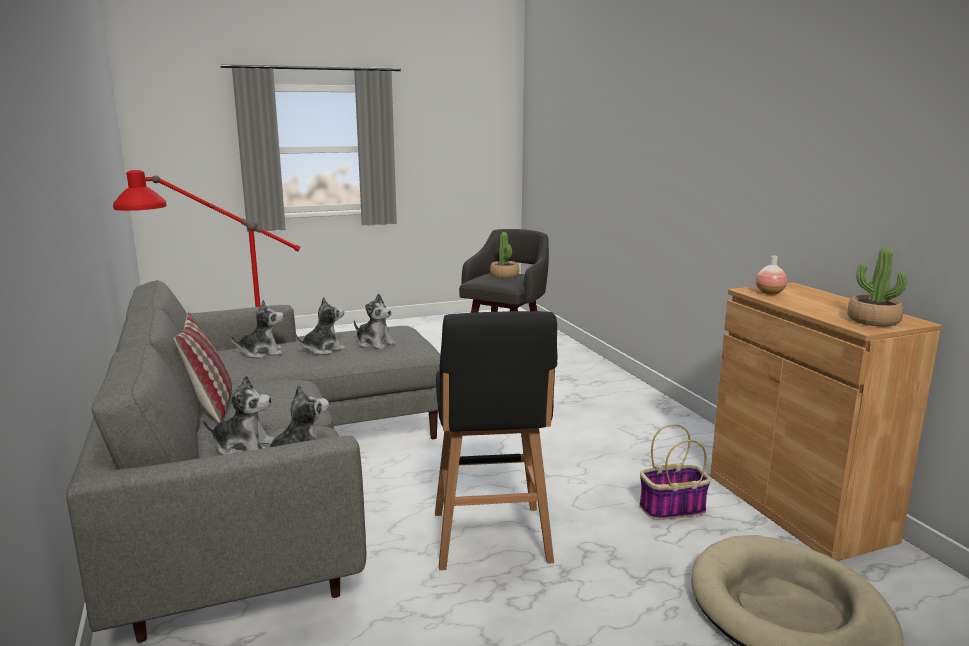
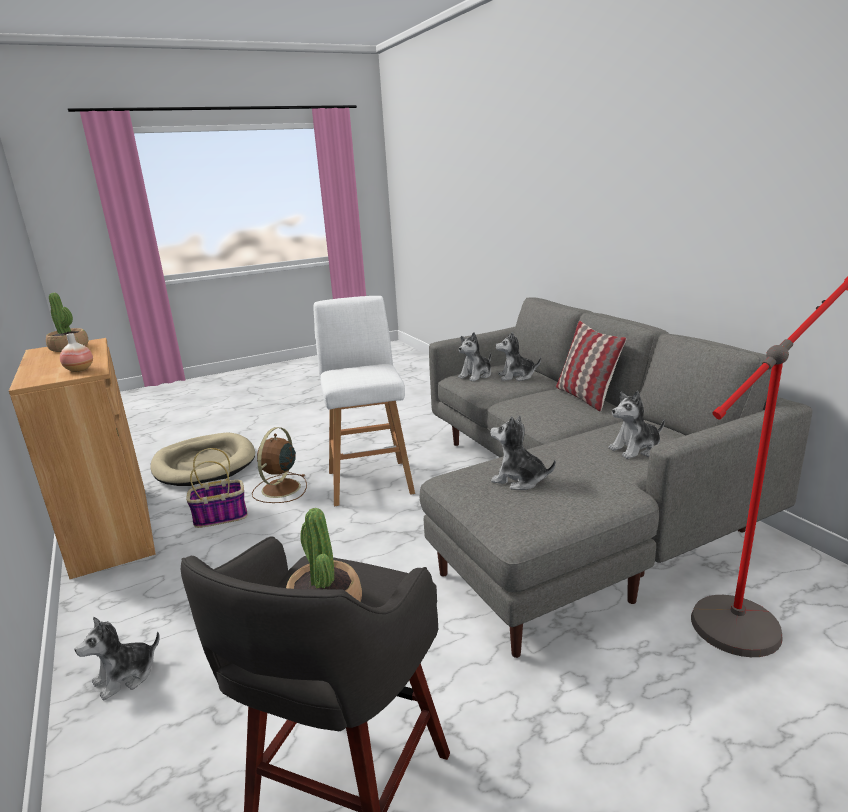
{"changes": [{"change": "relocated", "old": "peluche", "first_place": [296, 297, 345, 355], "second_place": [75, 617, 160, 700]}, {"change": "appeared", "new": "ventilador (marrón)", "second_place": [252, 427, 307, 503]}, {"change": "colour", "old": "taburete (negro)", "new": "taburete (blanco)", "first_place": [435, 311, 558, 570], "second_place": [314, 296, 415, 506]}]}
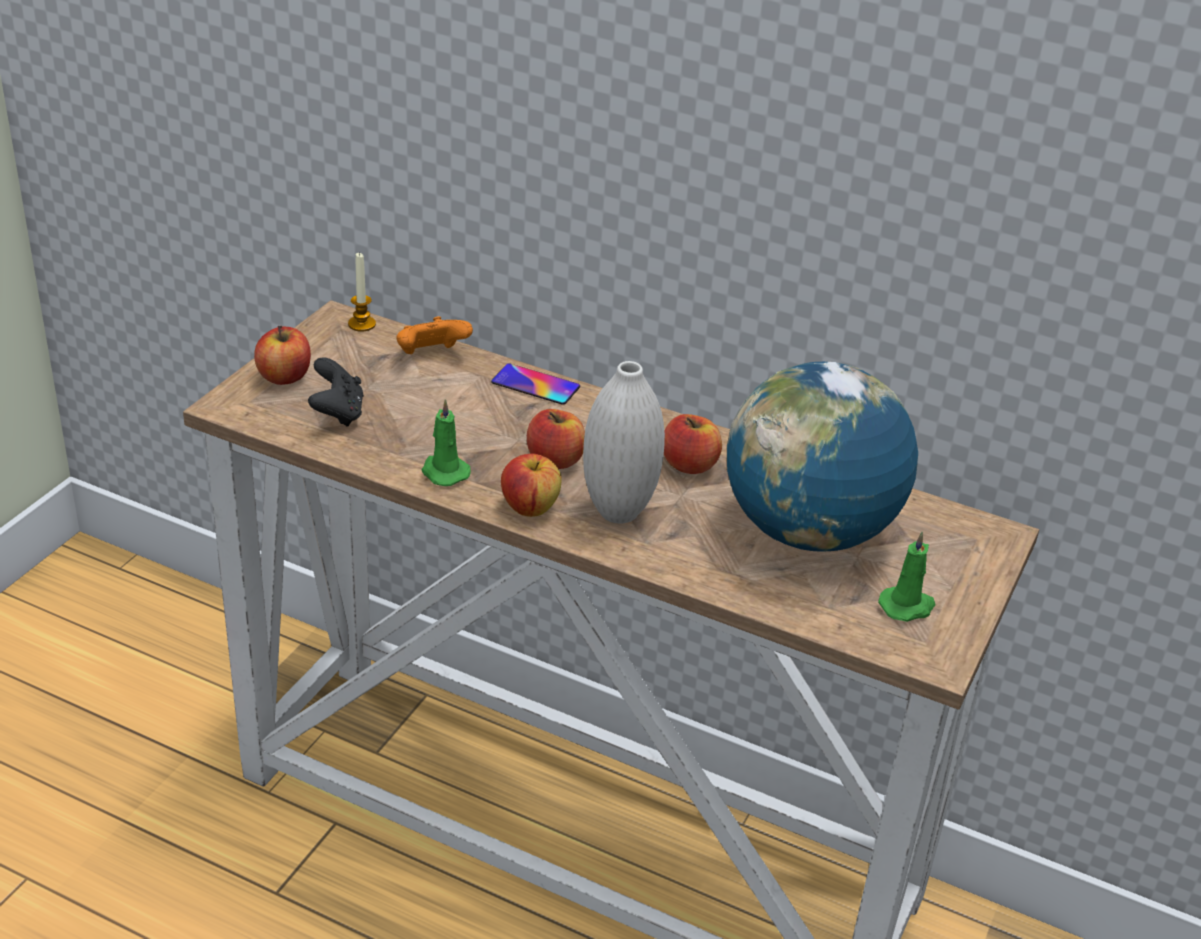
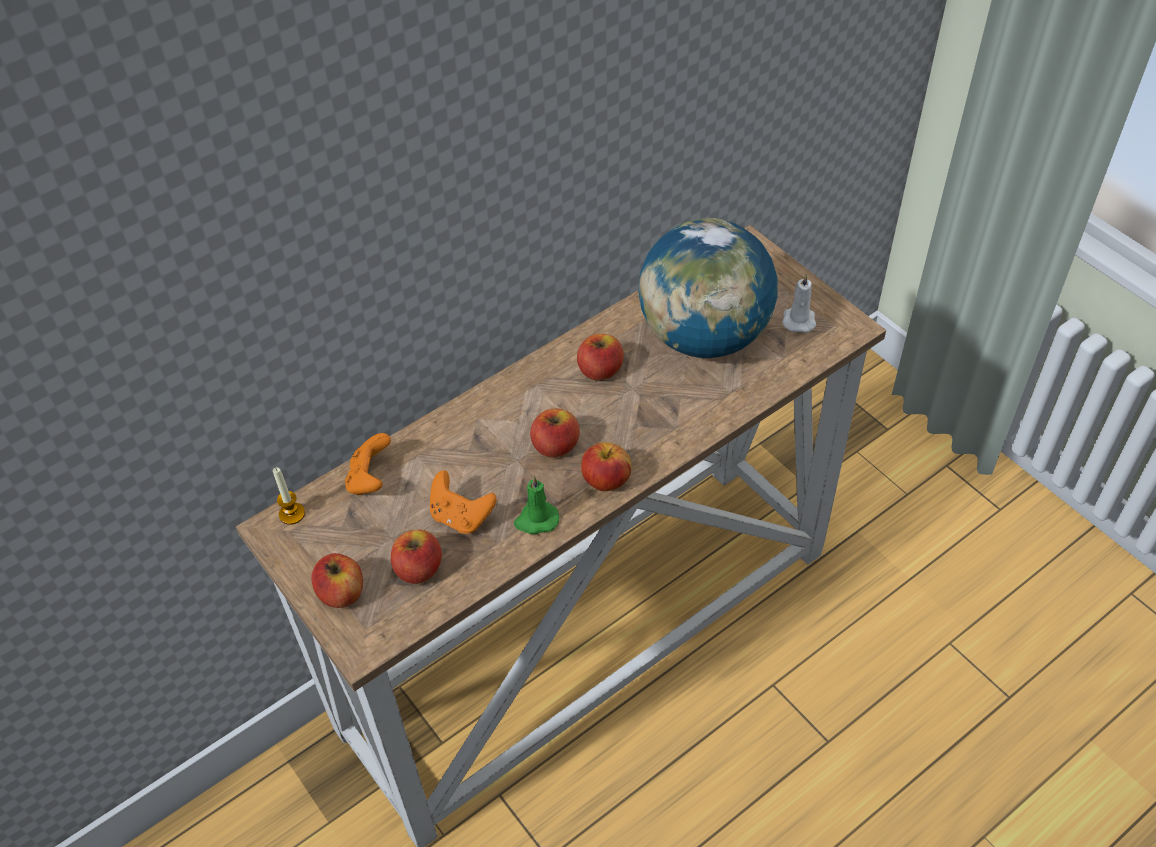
{"changes": [{"change": "exchanged", "old": "mando de consola (negro)", "new": "manzana", "first_place": [308, 357, 364, 427], "second_place": [391, 529, 442, 584]}, {"change": "appeared", "new": "mando de consola (naranja)", "second_place": [430, 470, 497, 534]}, {"change": "colour", "old": "vela (verde)", "new": "vela (blanco)", "first_place": [878, 531, 936, 622], "second_place": [782, 274, 816, 333]}, {"change": "missing", "old": "móvil", "first_place": [491, 363, 580, 405]}, {"change": "missing", "old": "florero (blanco)", "first_place": [583, 361, 665, 524]}]}
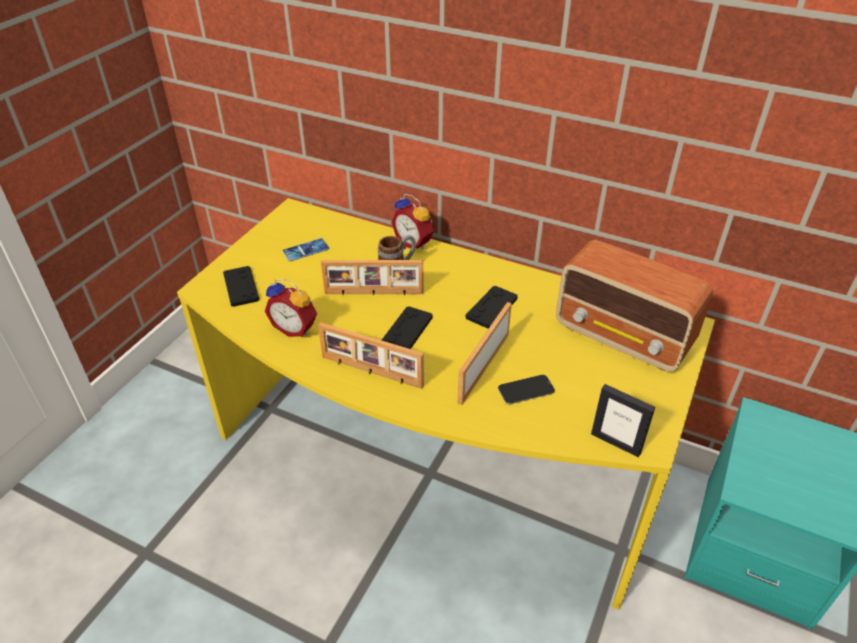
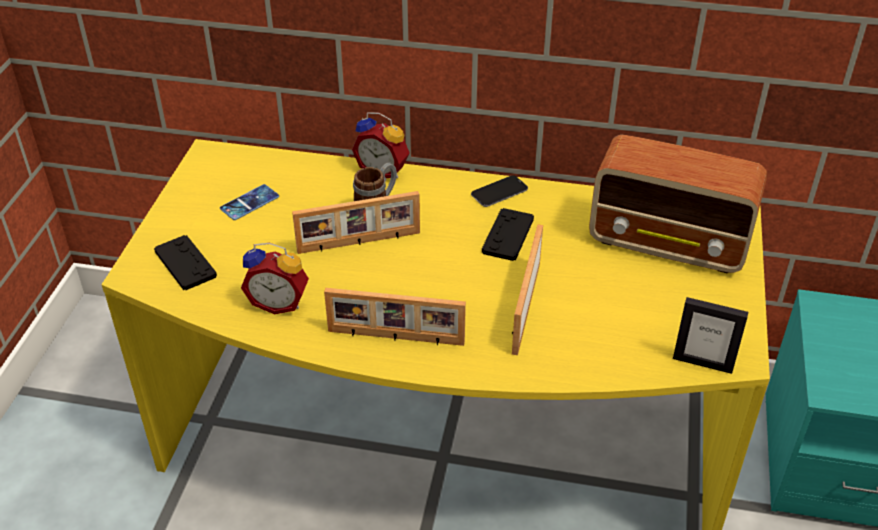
{"changes": [{"change": "relocated", "old": "móvil", "first_place": [498, 375, 555, 404], "second_place": [471, 175, 528, 207]}, {"change": "missing", "old": "mando de consola (negro)", "first_place": [382, 306, 433, 349]}]}
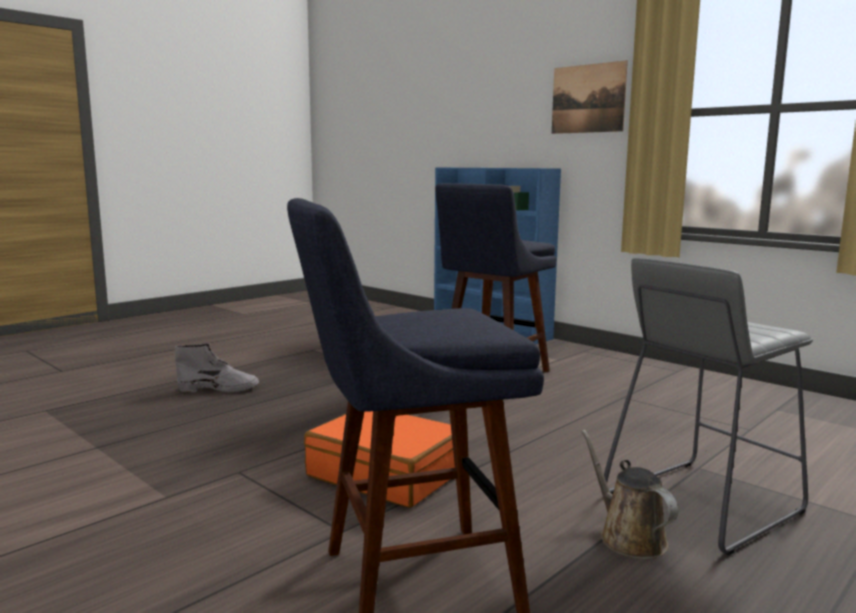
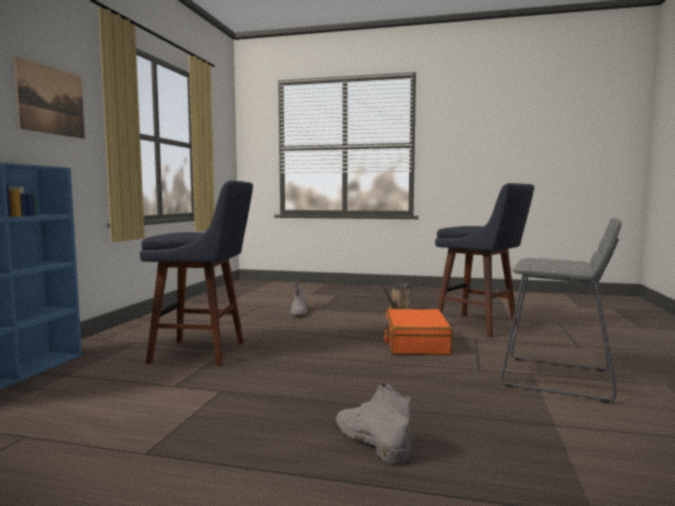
{"changes": [{"change": "appeared", "new": "bota (gris)", "second_place": [290, 280, 307, 315]}, {"change": "relocated", "old": "taburete (gris)", "first_place": [604, 258, 813, 556], "second_place": [501, 218, 621, 403]}]}
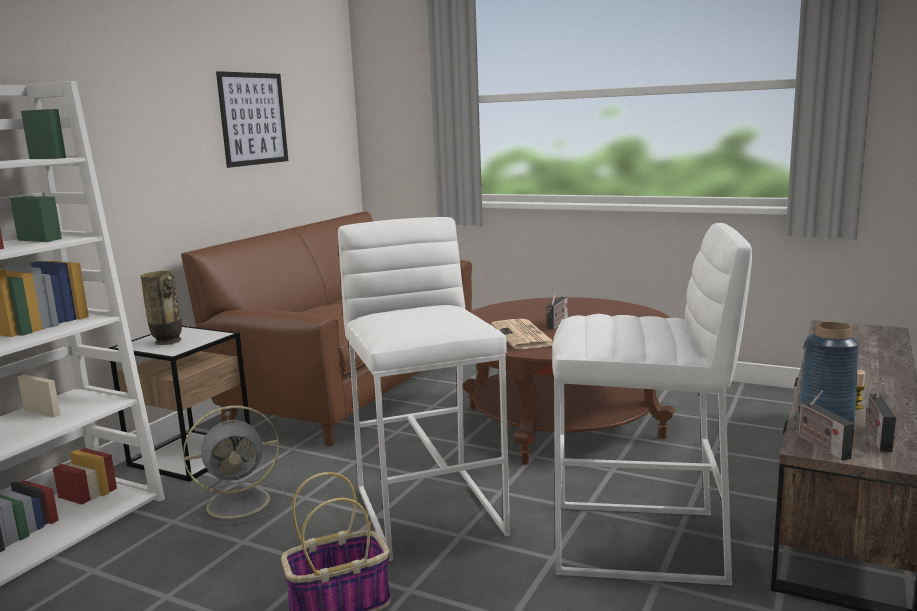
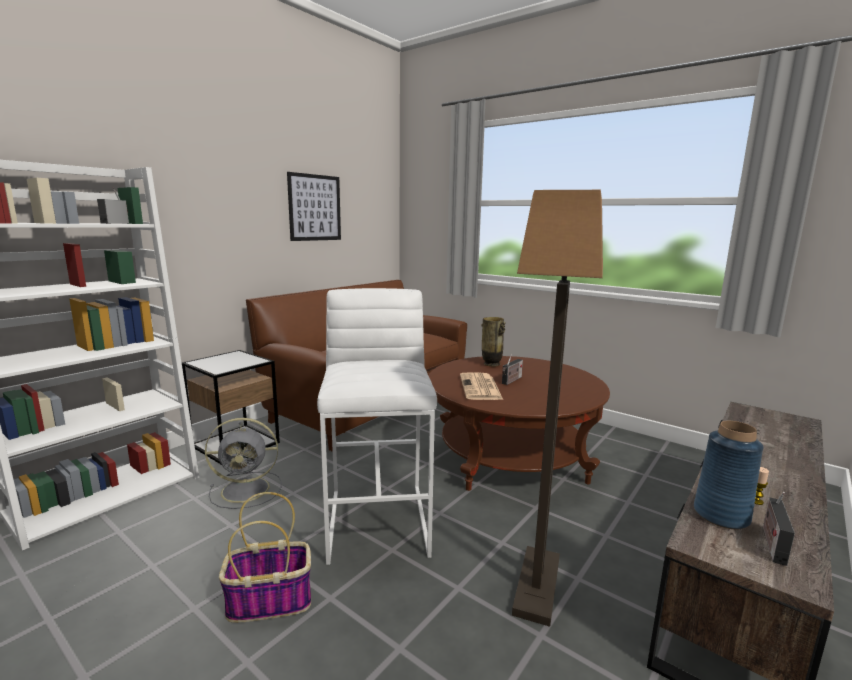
{"changes": [{"change": "relocated", "old": "radio", "first_place": [798, 390, 854, 461], "second_place": [97, 187, 129, 224]}, {"change": "relocated", "old": "florero", "first_place": [141, 270, 182, 345], "second_place": [481, 317, 505, 366]}, {"change": "exchanged", "old": "taburete (blanco)", "new": "lámpara de pie", "first_place": [552, 223, 752, 585], "second_place": [512, 190, 603, 627]}]}
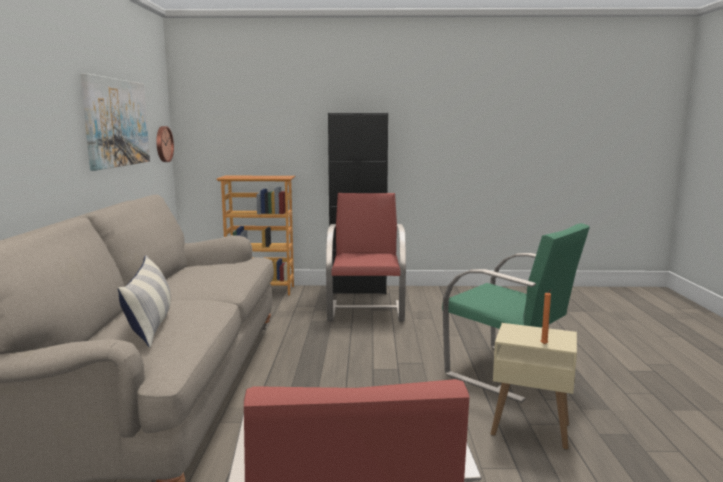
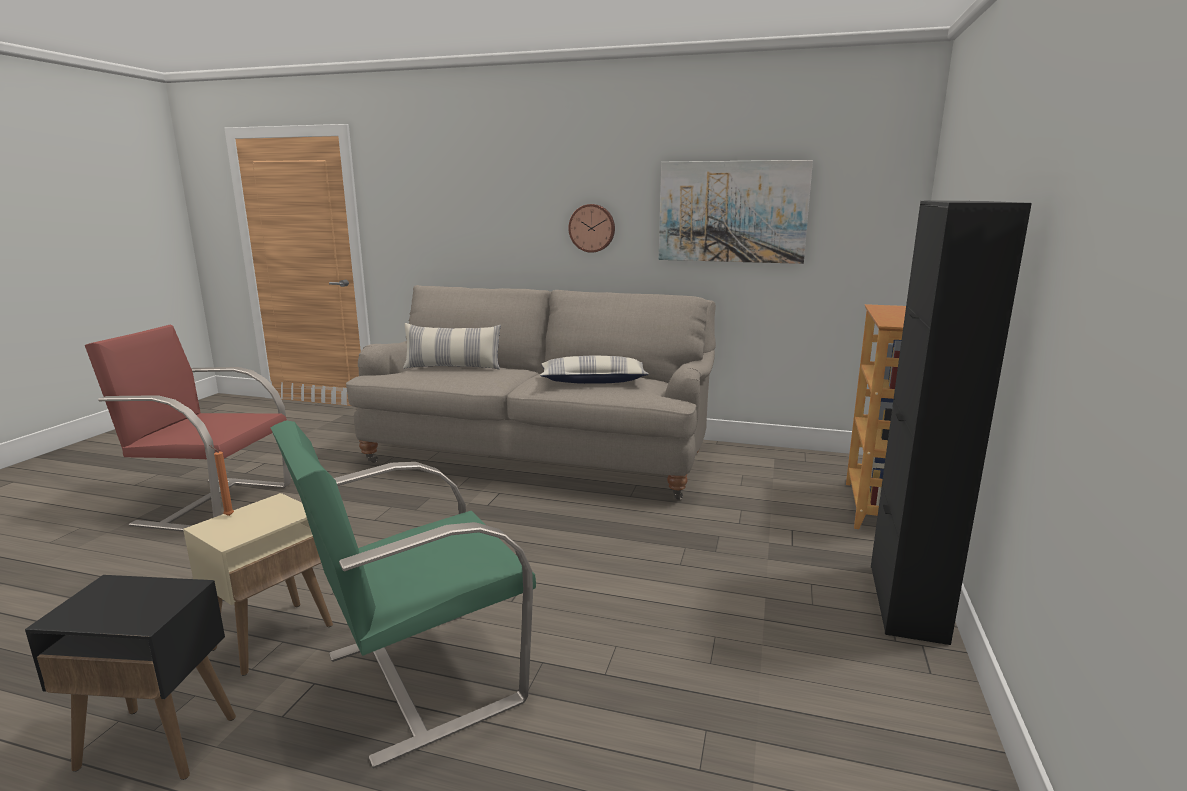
{"changes": [{"change": "appeared", "new": "mesa auxiliar (negro)", "second_place": [25, 575, 236, 780]}, {"change": "appeared", "new": "cojín", "second_place": [540, 356, 649, 384]}, {"change": "relocated", "old": "reloj de pared", "first_place": [156, 126, 174, 162], "second_place": [568, 204, 615, 253]}, {"change": "missing", "old": "sillón (rojo)", "first_place": [326, 193, 406, 322]}]}
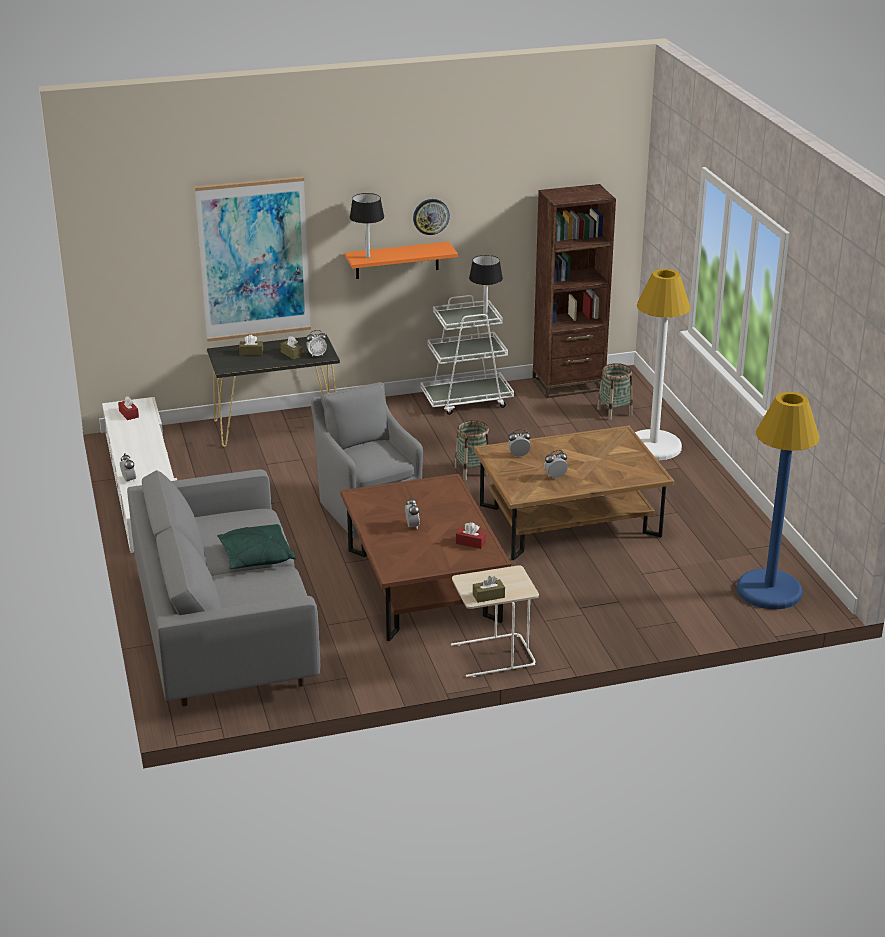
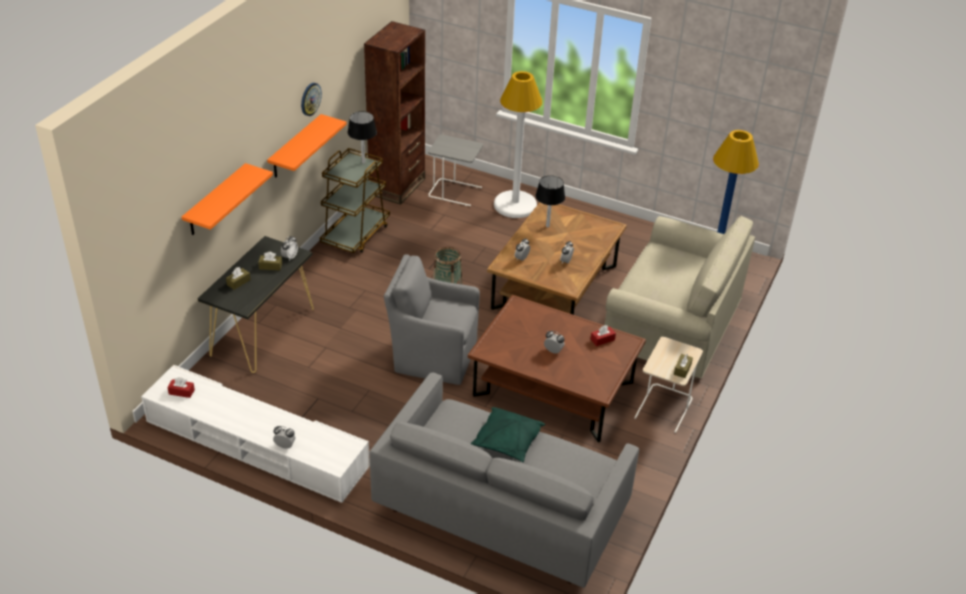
{"changes": [{"change": "exchanged", "old": "cuadro", "new": "estante (naranja)", "first_place": [195, 177, 311, 342], "second_place": [182, 163, 273, 235]}, {"change": "colour", "old": "carrito (blanco)", "new": "carrito (marrón)", "first_place": [421, 295, 514, 415], "second_place": [320, 148, 390, 253]}, {"change": "exchanged", "old": "cesta", "new": "mesa auxiliar (gris)", "first_place": [597, 363, 633, 420], "second_place": [428, 135, 483, 206]}, {"change": "relocated", "old": "lámpara de mesa (negro)", "first_place": [350, 193, 384, 258], "second_place": [535, 175, 565, 227]}, {"change": "appeared", "new": "sofá (beis)", "second_place": [605, 216, 755, 380]}]}
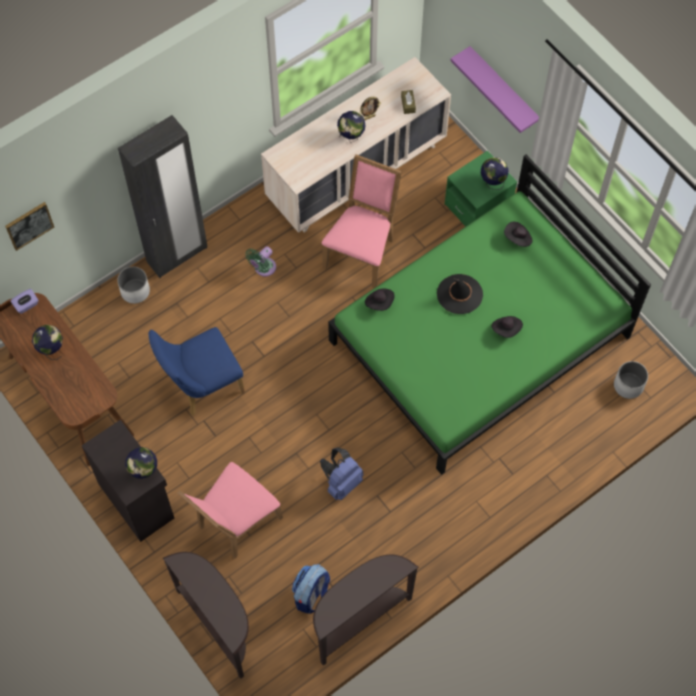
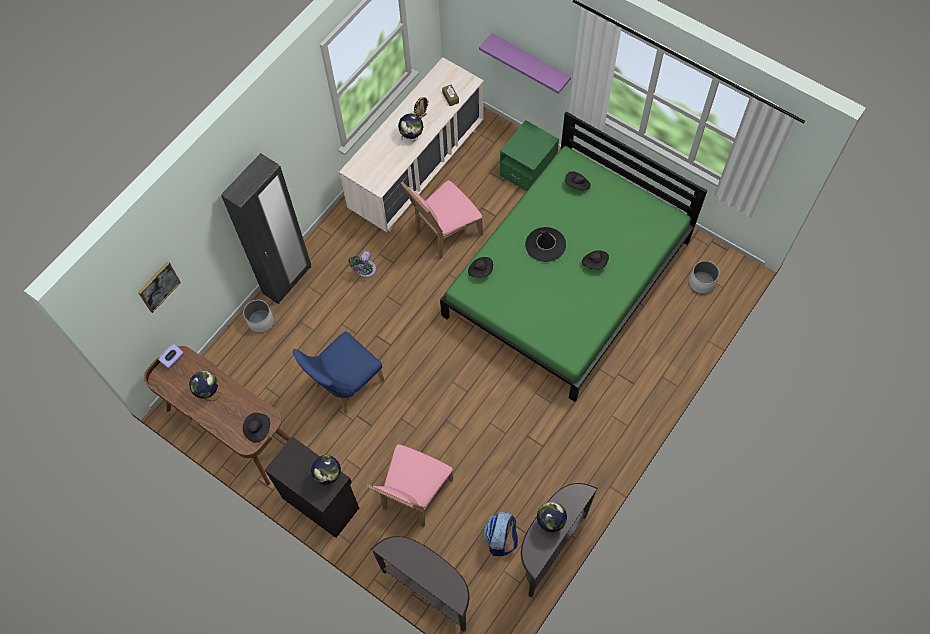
{"changes": [{"change": "appeared", "new": "sombrero (negro)", "second_place": [243, 413, 270, 443]}, {"change": "spun", "old": "silla (rosa)", "first_place": [322, 154, 402, 288], "second_place": [400, 180, 483, 259], "degrees": -135}, {"change": "relocated", "old": "globo terráqueo", "first_place": [481, 157, 509, 190], "second_place": [537, 502, 567, 532]}, {"change": "missing", "old": "mochila (azul)", "first_place": [320, 447, 364, 500]}]}
